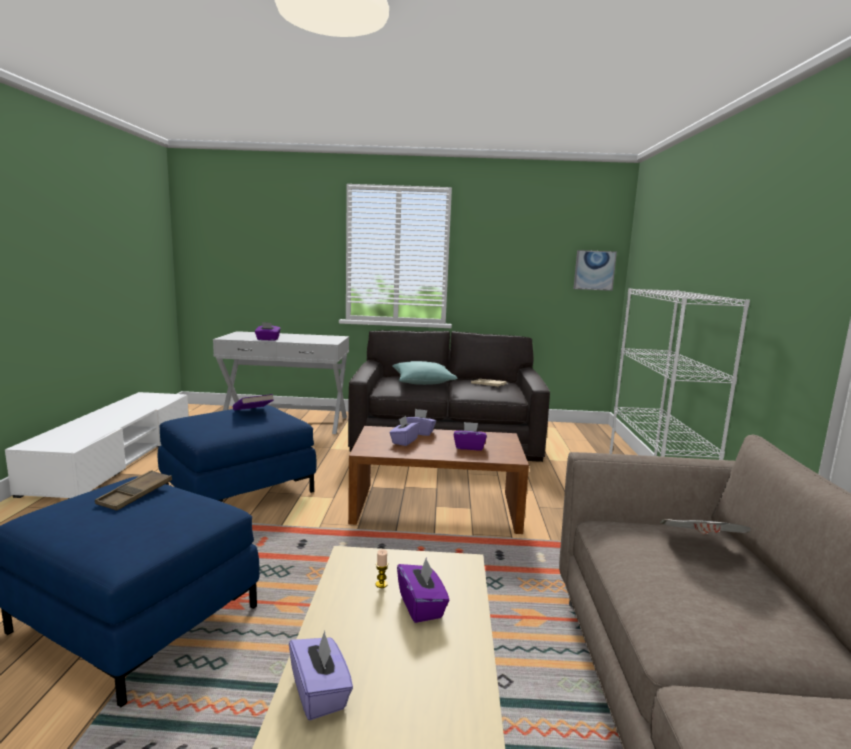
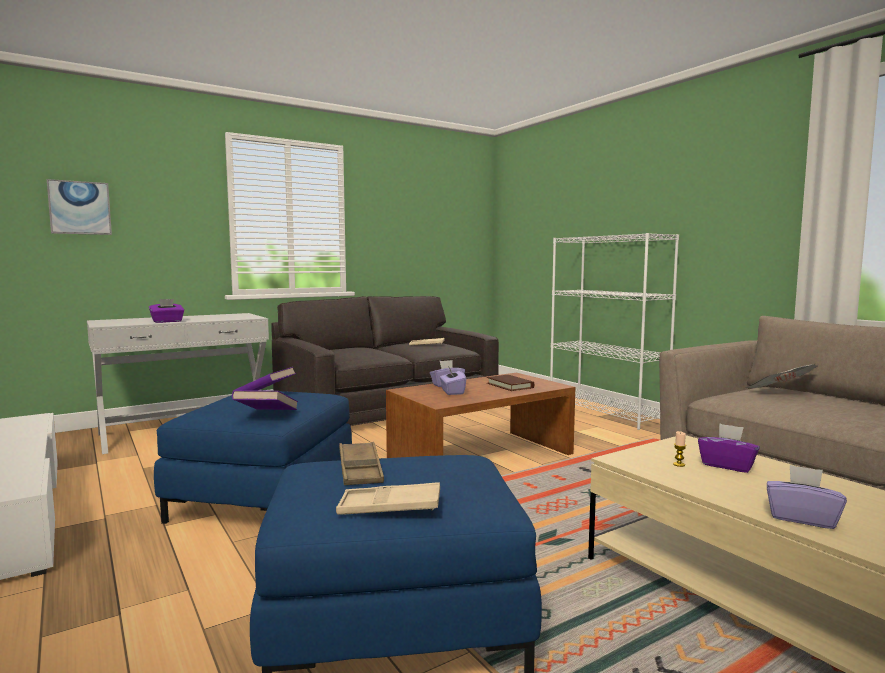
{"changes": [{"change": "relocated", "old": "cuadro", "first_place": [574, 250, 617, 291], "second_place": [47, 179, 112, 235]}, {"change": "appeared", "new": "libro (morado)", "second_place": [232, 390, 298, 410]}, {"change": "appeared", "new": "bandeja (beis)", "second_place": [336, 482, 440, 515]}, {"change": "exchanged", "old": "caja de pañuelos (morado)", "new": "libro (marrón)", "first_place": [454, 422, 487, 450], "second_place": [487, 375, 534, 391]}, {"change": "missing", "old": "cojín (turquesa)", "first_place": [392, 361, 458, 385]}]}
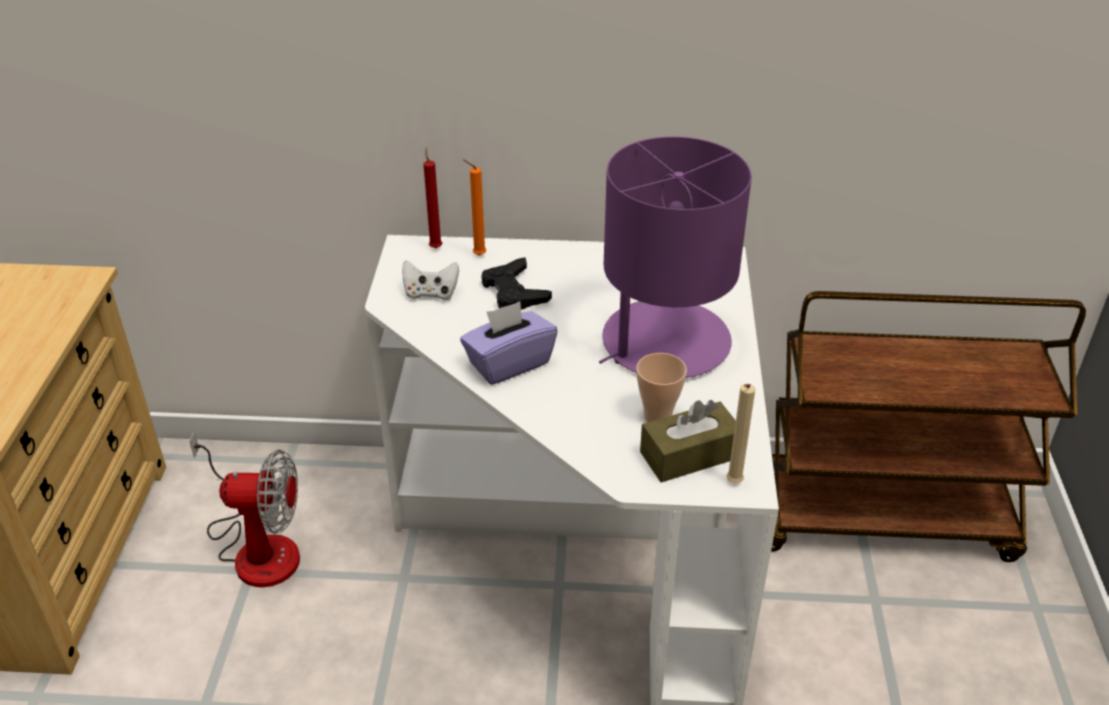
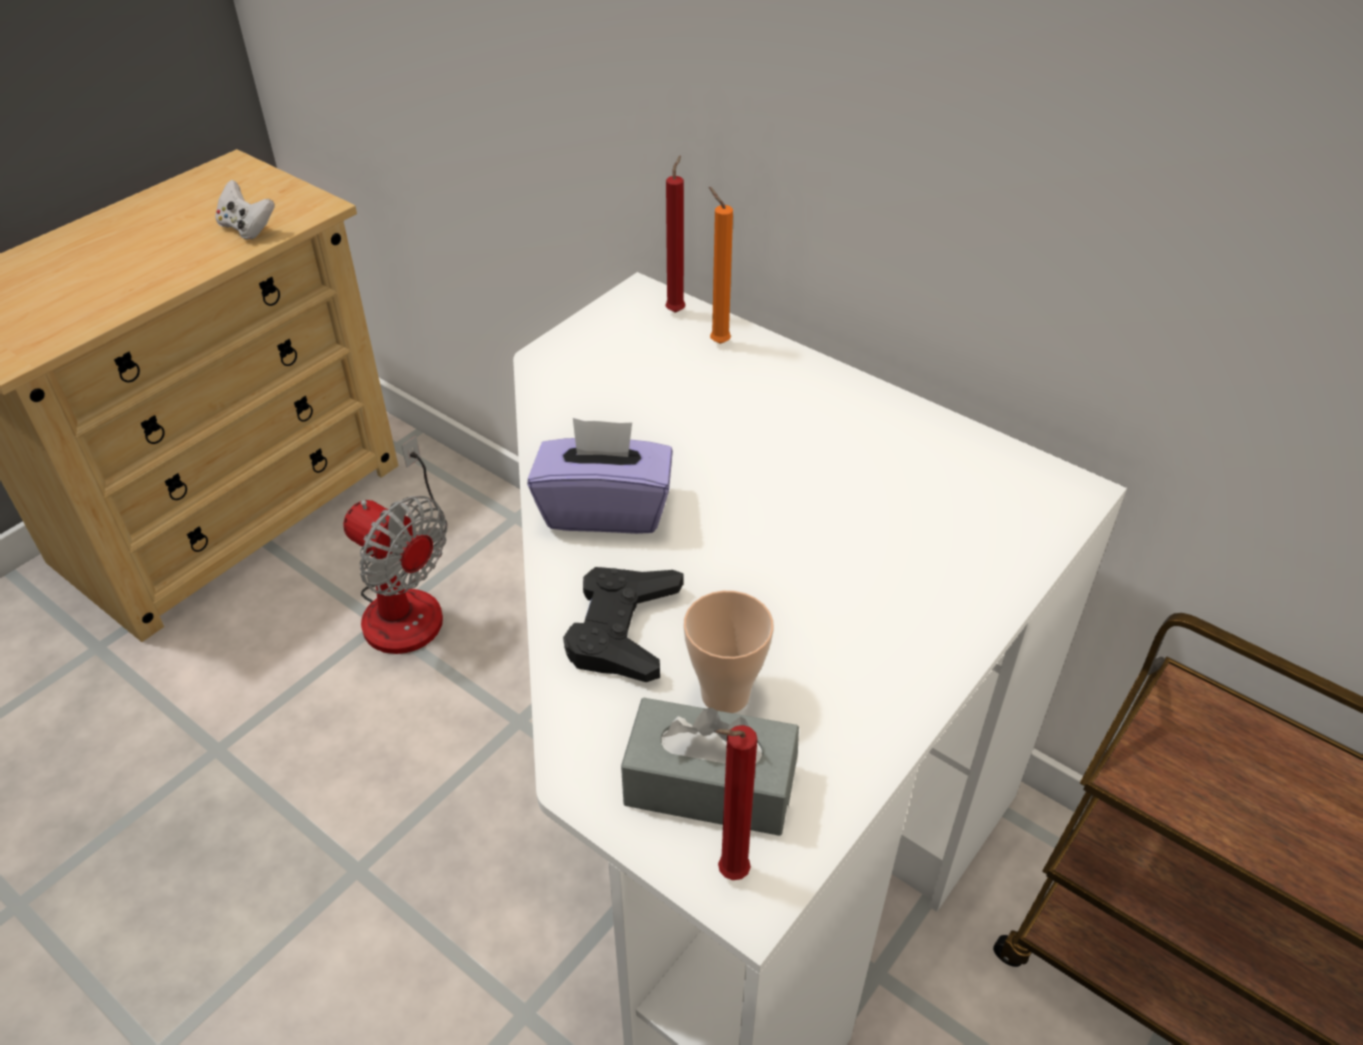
{"changes": [{"change": "relocated", "old": "mando de consola (blanco)", "first_place": [402, 260, 459, 301], "second_place": [215, 180, 275, 240]}, {"change": "relocated", "old": "mando de consola (negro)", "first_place": [482, 257, 552, 310], "second_place": [563, 567, 683, 682]}, {"change": "colour", "old": "caja de pañuelos (marrón)", "new": "caja de pañuelos (gris)", "first_place": [640, 400, 736, 482], "second_place": [621, 698, 799, 836]}, {"change": "colour", "old": "vela (beis)", "new": "vela (rojo)", "first_place": [726, 384, 755, 483], "second_place": [715, 725, 757, 880]}, {"change": "missing", "old": "lámpara de mesa (morado)", "first_place": [599, 136, 751, 378]}]}
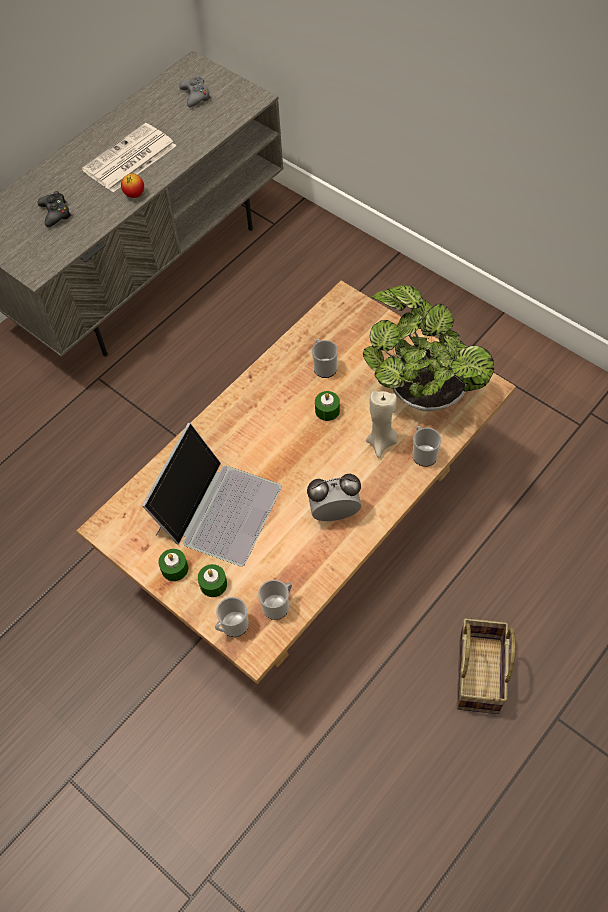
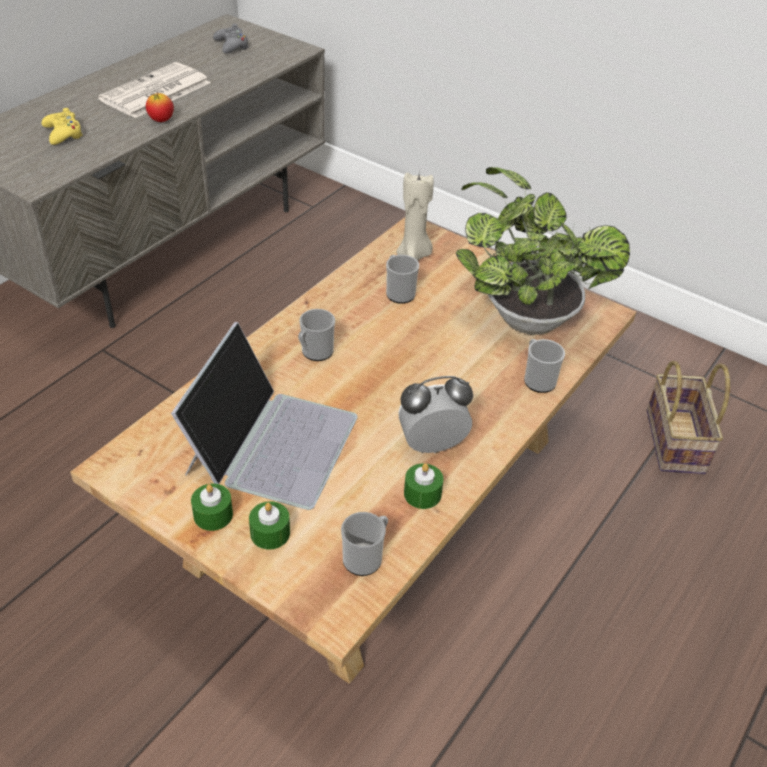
{"changes": [{"change": "colour", "old": "mando de consola (negro)", "new": "mando de consola (amarillo)", "first_place": [38, 191, 72, 227], "second_place": [42, 108, 83, 145]}, {"change": "relocated", "old": "taza grande", "first_place": [215, 597, 249, 637], "second_place": [298, 309, 335, 361]}, {"change": "relocated", "old": "vela (beis)", "first_place": [366, 391, 398, 458], "second_place": [396, 172, 434, 261]}, {"change": "relocated", "old": "vela (verde)", "first_place": [315, 391, 340, 421], "second_place": [404, 463, 444, 509]}, {"change": "relocated", "old": "cesta", "first_place": [457, 618, 515, 714], "second_place": [647, 361, 730, 474]}]}
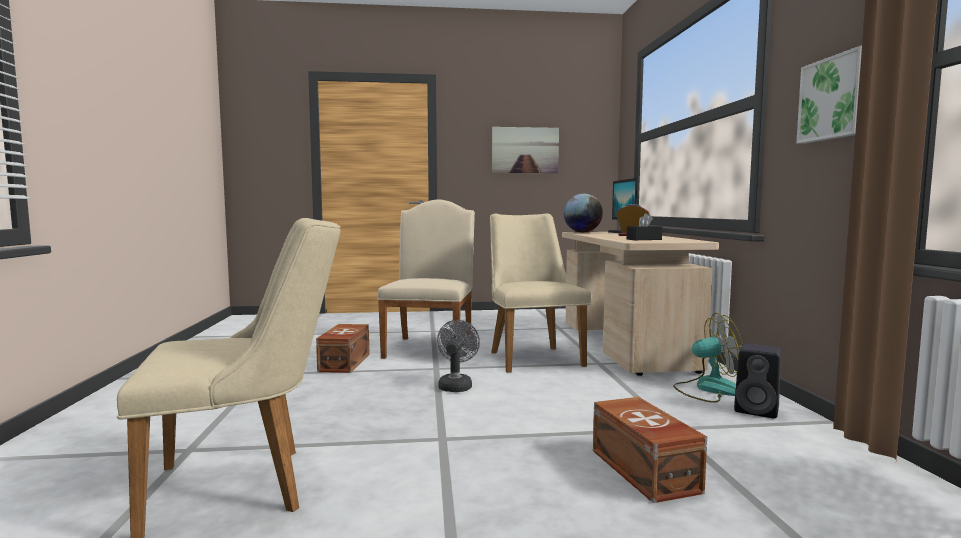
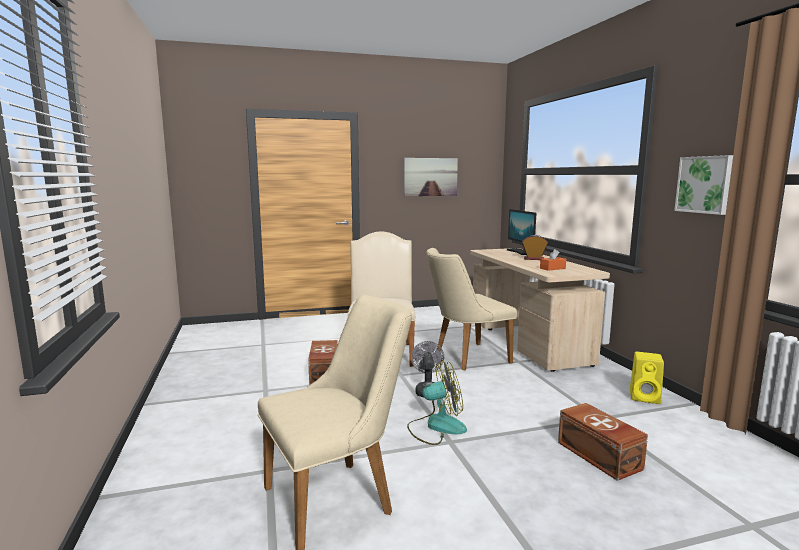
{"changes": [{"change": "relocated", "old": "ventilador", "first_place": [673, 313, 743, 403], "second_place": [407, 360, 467, 445]}, {"change": "spun", "old": "silla (beis)", "first_place": [490, 213, 591, 373], "second_place": [426, 248, 517, 370], "degrees": -90}, {"change": "colour", "old": "caja de pañuelos (negro)", "new": "caja de pañuelos (naranja)", "first_place": [627, 213, 662, 240], "second_place": [540, 249, 566, 271]}, {"change": "colour", "old": "altavoz (negro)", "new": "altavoz (amarillo)", "first_place": [734, 344, 781, 418], "second_place": [630, 352, 664, 404]}, {"change": "missing", "old": "globo terráqueo", "first_place": [564, 194, 603, 232]}]}
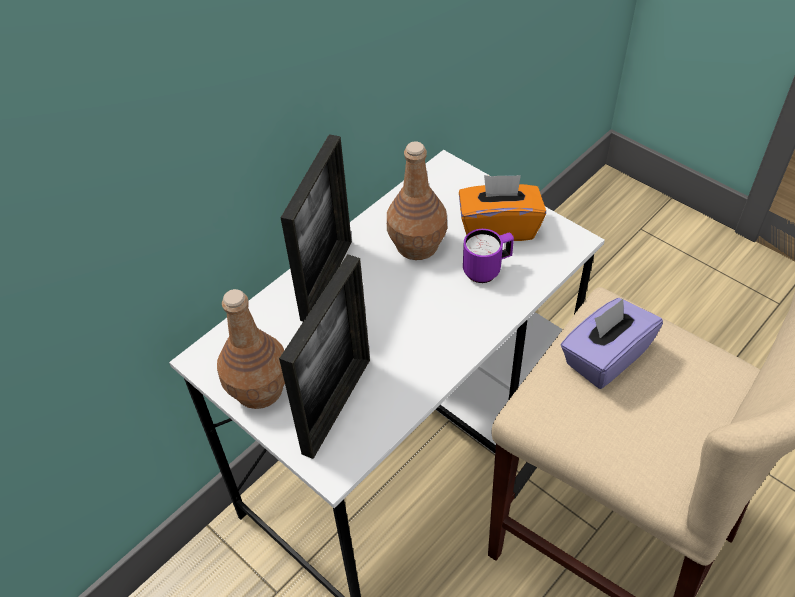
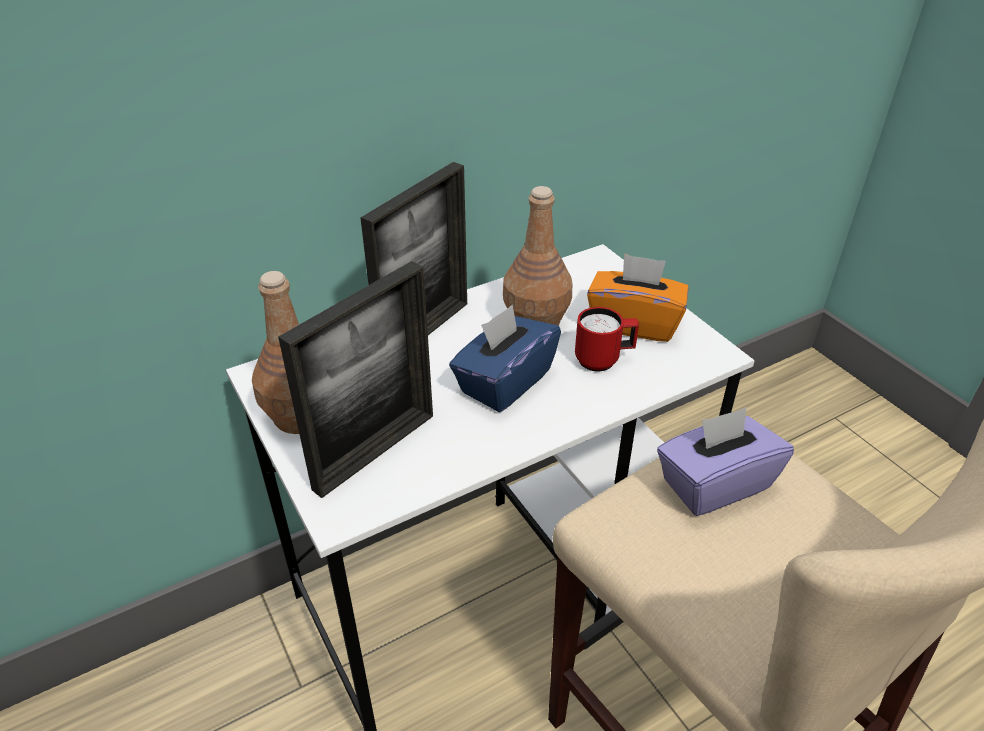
{"changes": [{"change": "appeared", "new": "caja de pañuelos (azul)", "second_place": [449, 304, 561, 412]}, {"change": "colour", "old": "taza grande (morado)", "new": "taza grande (rojo)", "first_place": [463, 229, 514, 283], "second_place": [575, 307, 639, 371]}]}
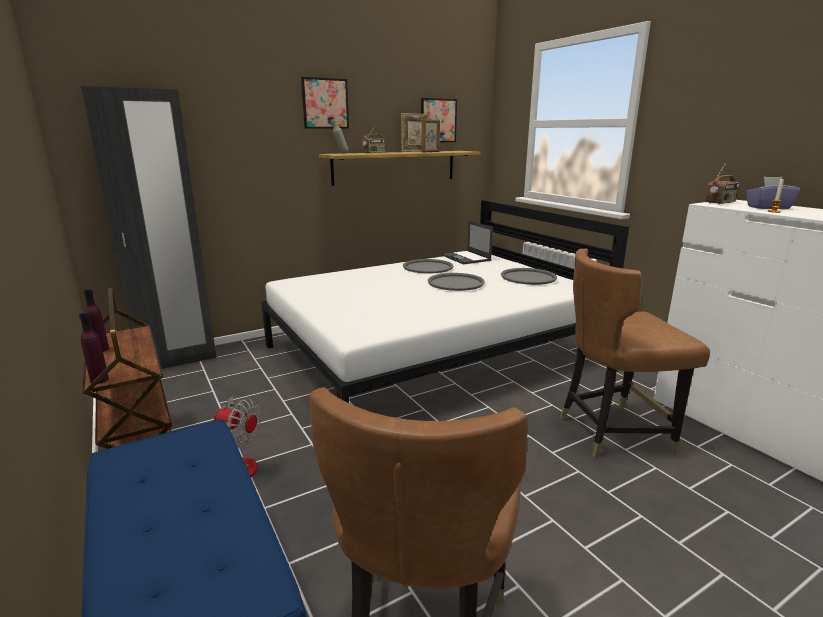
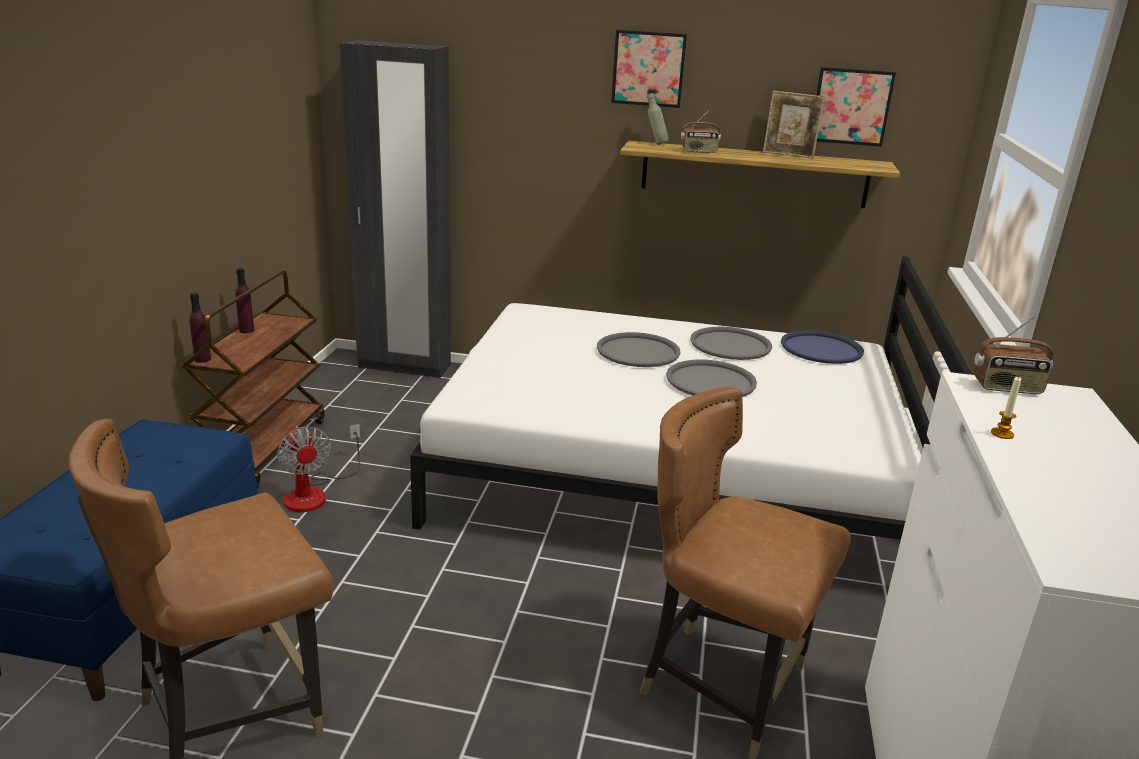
{"changes": [{"change": "relocated", "old": "bandeja (gris)", "first_place": [501, 268, 557, 285], "second_place": [597, 332, 681, 367]}, {"change": "exchanged", "old": "portátil", "new": "bandeja (azul)", "first_place": [442, 221, 493, 265], "second_place": [781, 330, 864, 364]}, {"change": "missing", "old": "portarretratos", "first_place": [421, 119, 440, 152]}, {"change": "missing", "old": "caja de pañuelos (morado)", "first_place": [746, 177, 800, 209]}]}
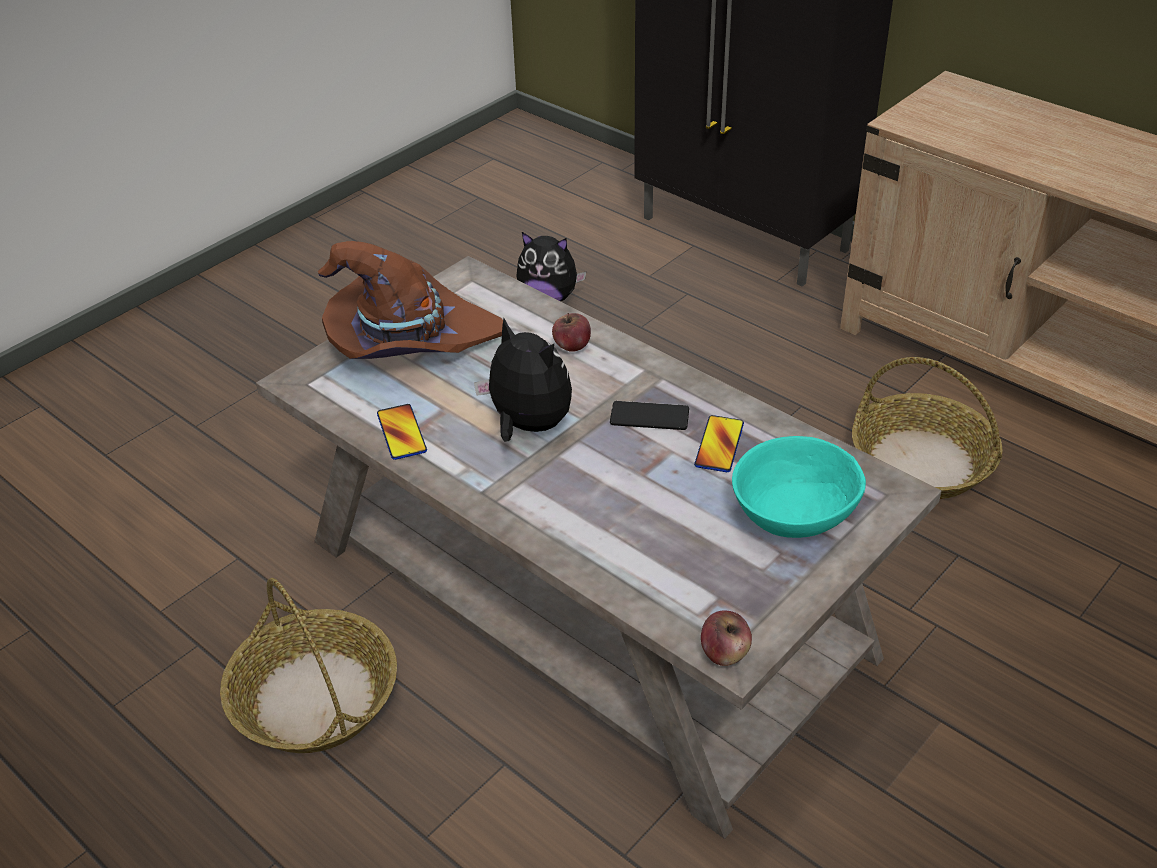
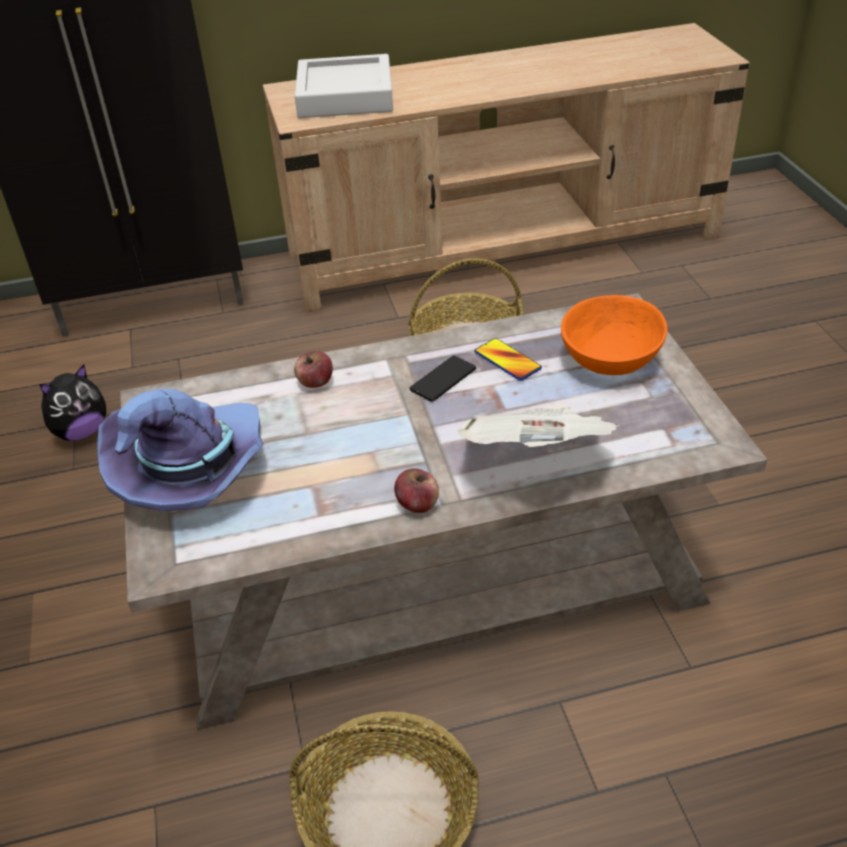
{"changes": [{"change": "colour", "old": "sombrero (marrón)", "new": "sombrero (morado)", "first_place": [318, 241, 503, 359], "second_place": [97, 389, 264, 511]}, {"change": "appeared", "new": "bandeja (gris)", "second_place": [295, 54, 393, 118]}, {"change": "relocated", "old": "manzana", "first_place": [701, 611, 752, 666], "second_place": [394, 468, 439, 513]}, {"change": "appeared", "new": "periódico", "second_place": [457, 404, 620, 447]}, {"change": "colour", "old": "cuenco (turquesa)", "new": "cuenco (naranja)", "first_place": [732, 436, 866, 538], "second_place": [561, 295, 667, 375]}, {"change": "missing", "old": "móvil", "first_place": [377, 404, 427, 460]}, {"change": "missing", "old": "peluche", "first_place": [474, 318, 572, 442]}]}
